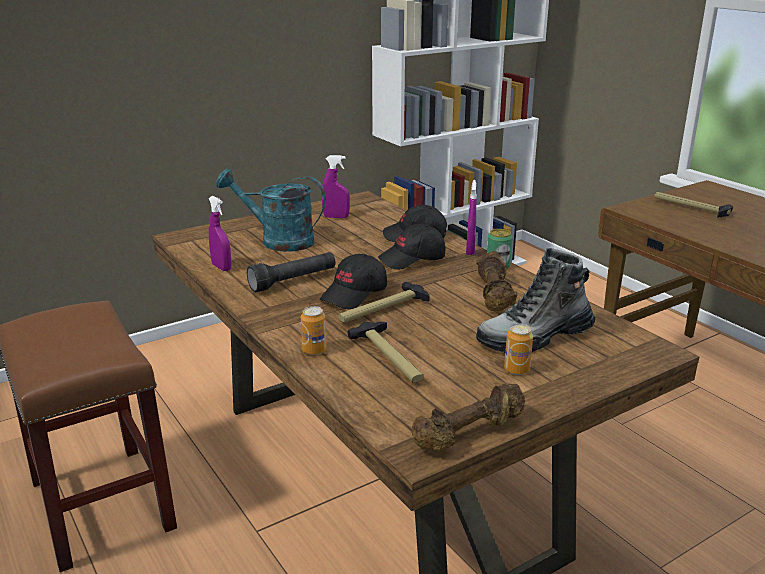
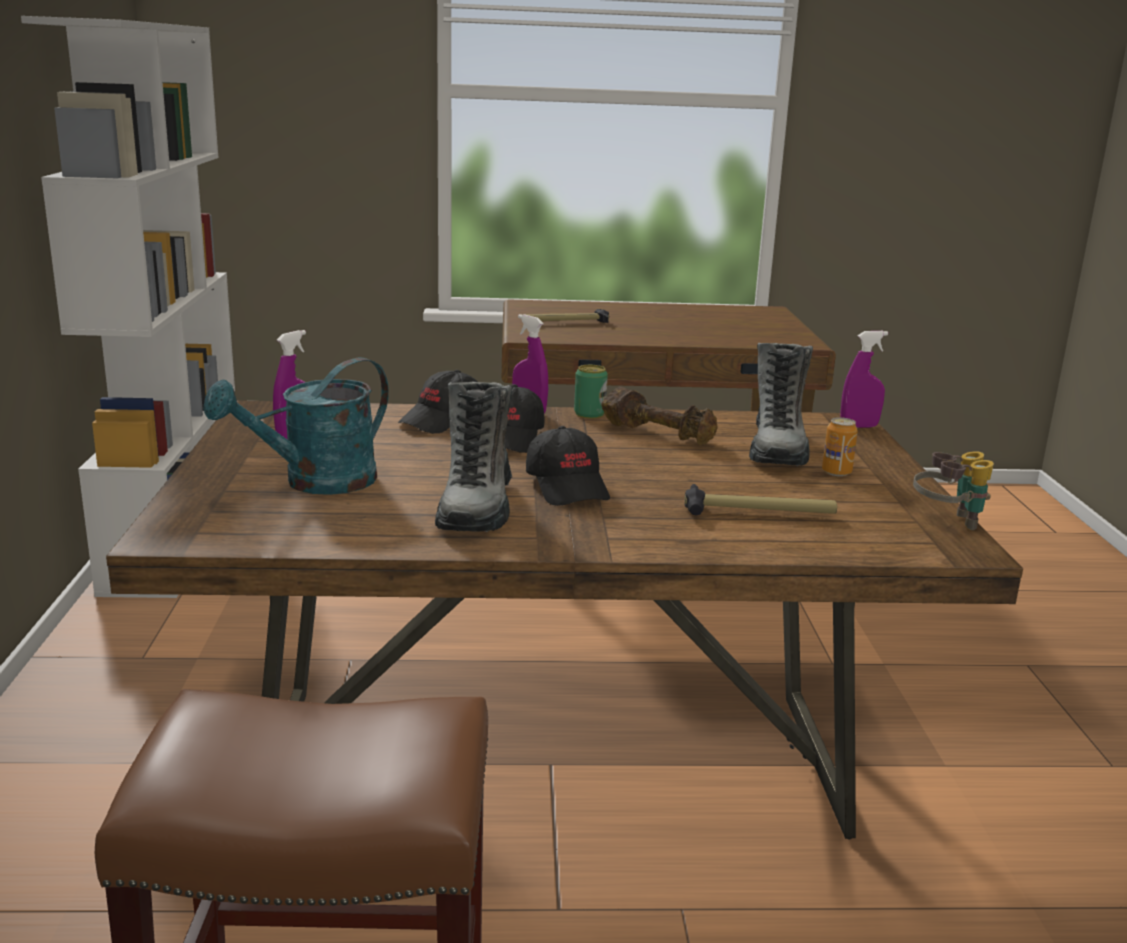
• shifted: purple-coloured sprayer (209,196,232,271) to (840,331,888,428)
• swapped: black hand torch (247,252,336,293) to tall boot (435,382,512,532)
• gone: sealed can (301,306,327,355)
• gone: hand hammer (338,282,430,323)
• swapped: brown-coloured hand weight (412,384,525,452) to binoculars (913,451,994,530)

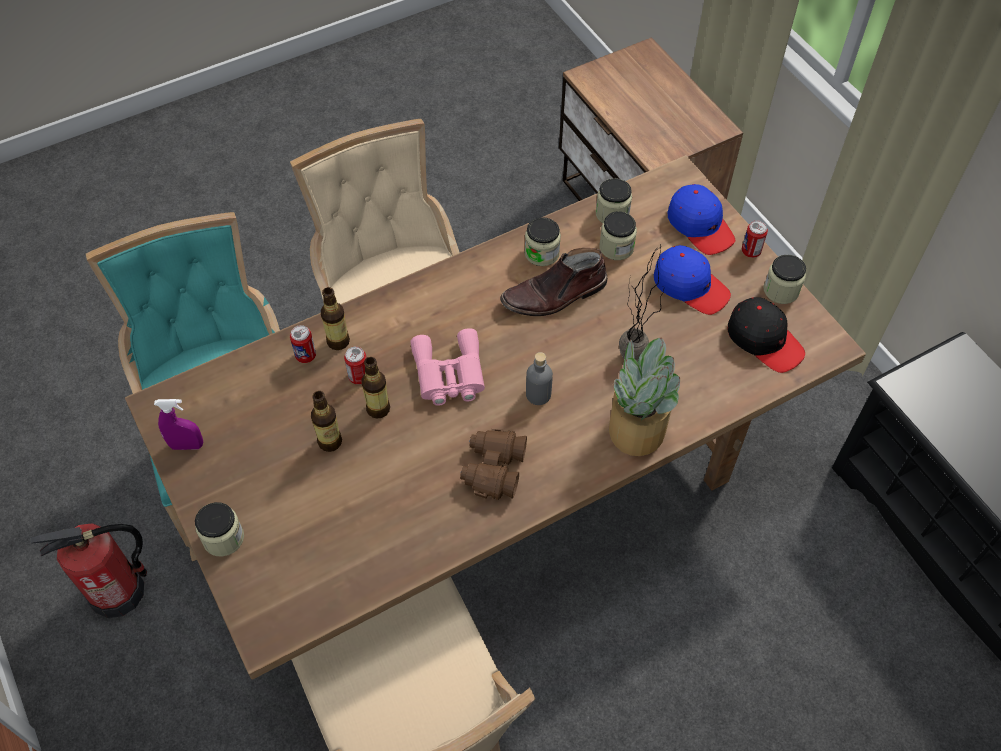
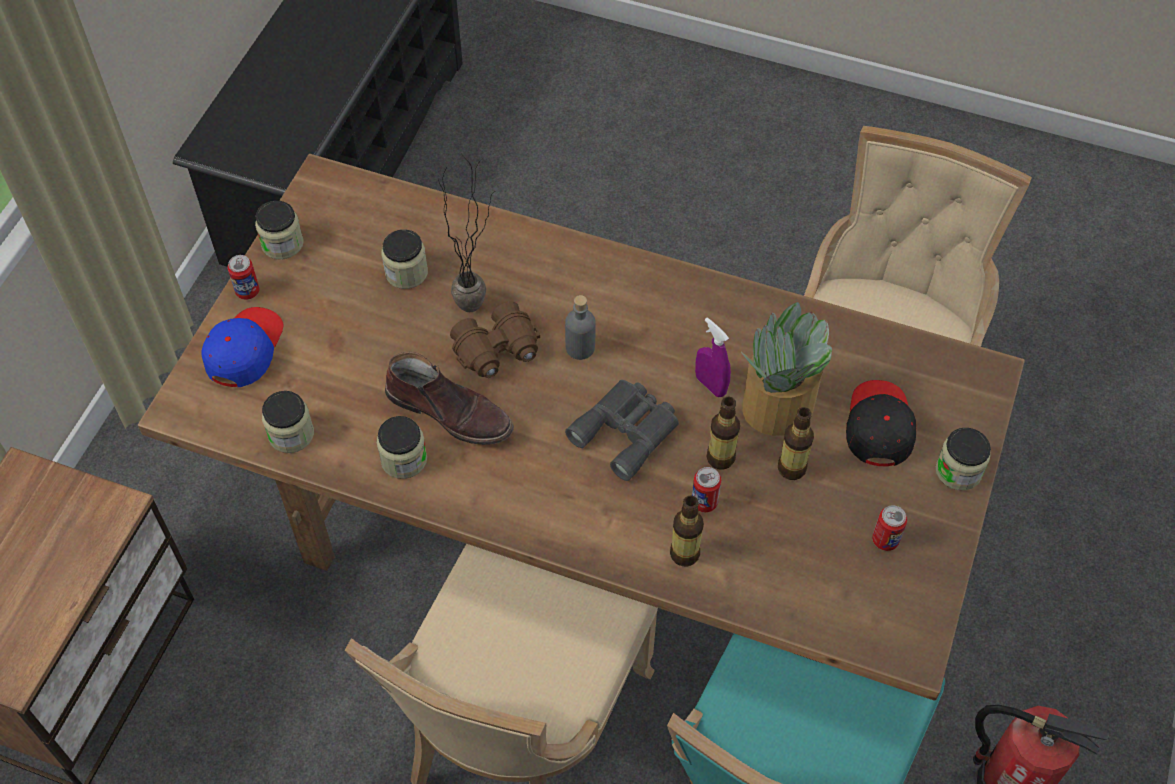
• shifted: purple-coloured sprayer (154,399,203,450) to (695,317,731,397)
• shifted: sealed can (290,325,316,363) to (872,505,907,551)
• repainted: pinkish binoculars (411,328,485,406) to grey binoculars (565,380,679,481)
• shifted: brown-coloured binoculars (460,429,527,500) to (450,301,540,378)
• shifted: storage jar (599,211,637,260) to (381,229,428,289)
• shifted: plant in a pot (609,337,680,456) to (741,302,832,436)
• gone: blue cap (654,245,731,315)
• shifted: black cap (728,297,805,373) to (846,380,916,466)

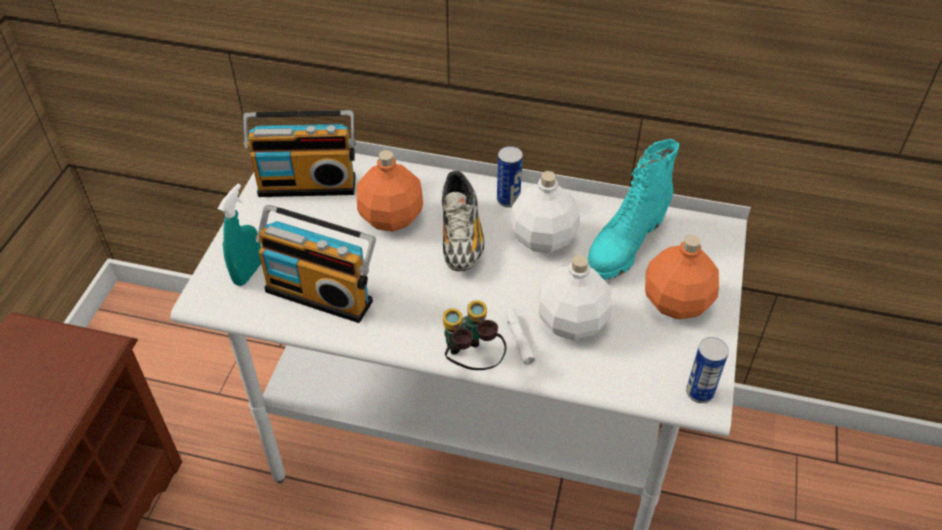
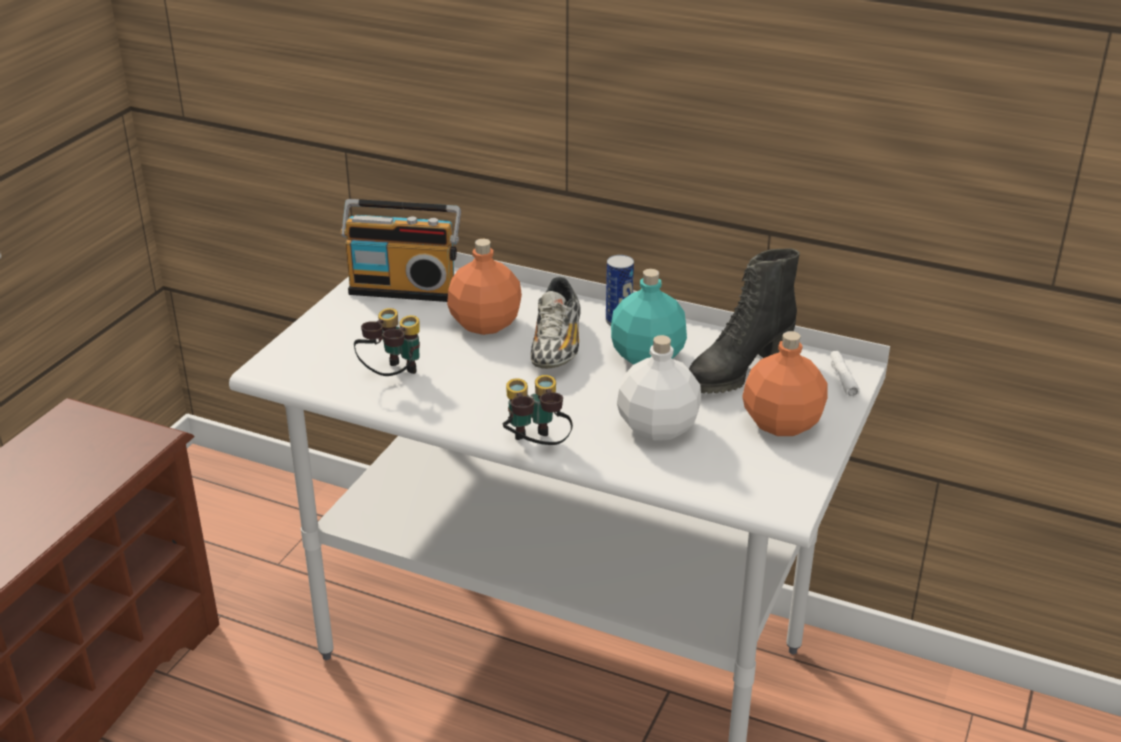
• gone: turquoise-coloured sprayer (218,184,261,286)
• swapped: radio set (256,205,376,323) to binoculars (354,308,420,376)
• shifted: whitish hand torch (506,308,536,365) to (830,351,860,398)
• repainted: whitish bottle (510,171,580,253) to turquoise-coloured bottle (611,269,687,365)
• repainted: turquoise-coloured tall boot (588,139,679,280) to black tall boot (689,248,800,394)
• gone: sealed can (686,337,729,403)

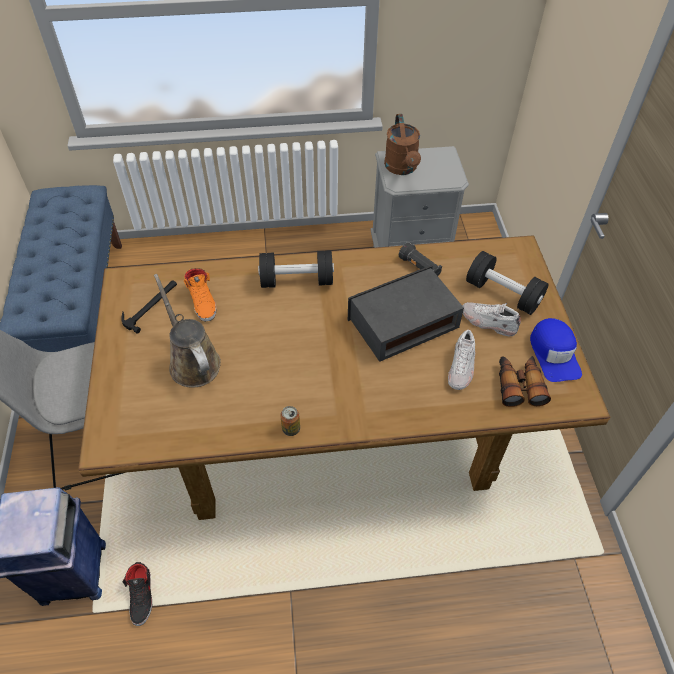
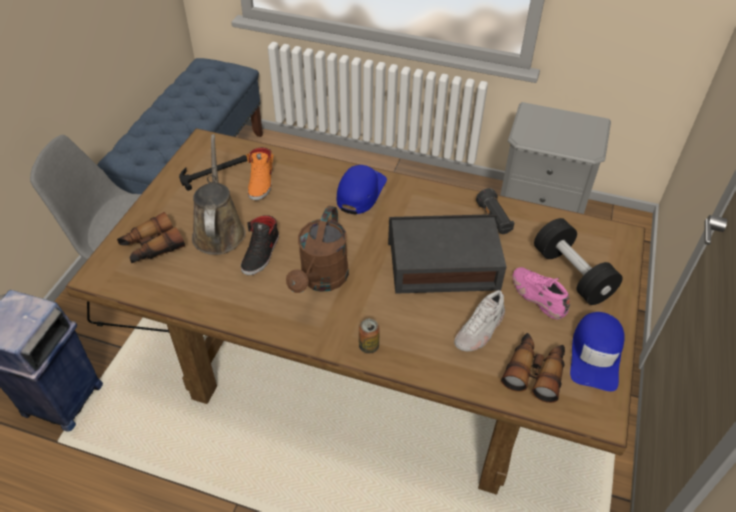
• shifted: black shoe (123,562,152,626) to (241,216,279,275)
• swapped: black hand weight (258,250,334,288) to blue cap (337,165,387,214)
• shifted: sealed can (280,406,300,436) to (359,319,380,354)
• shifted: brown-coloured watering pot (384,114,421,175) to (286,206,349,293)
• repainted: whitish shoe (463,302,521,336) to pinkish shoe (513,267,570,320)
• new: binoculars (117,212,185,263)

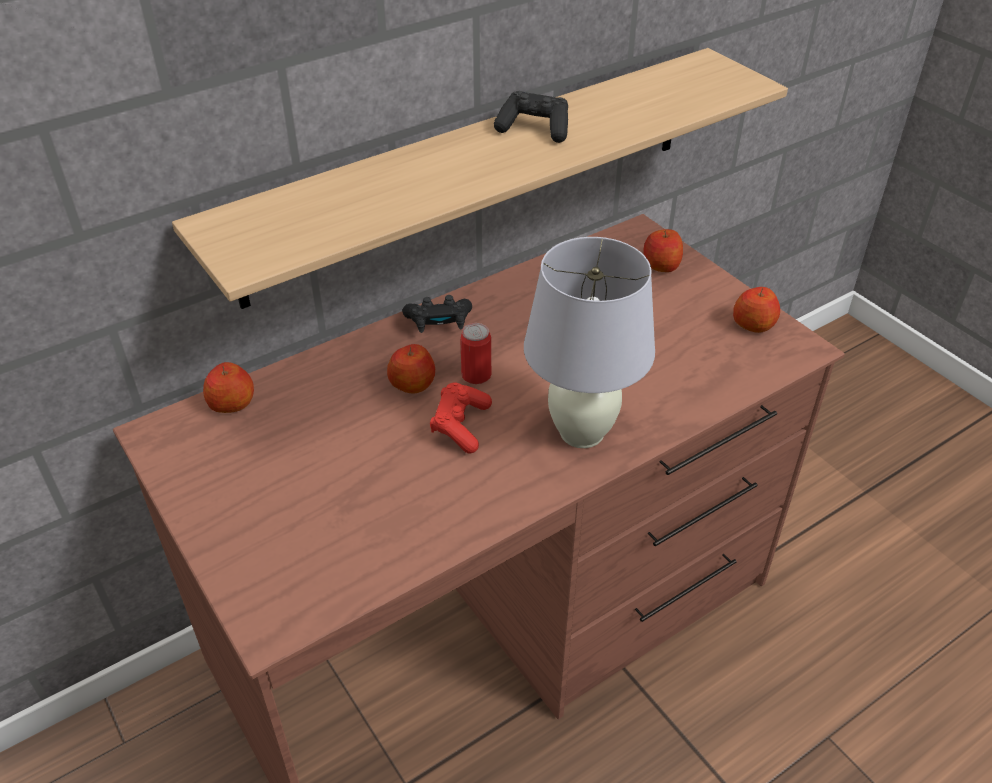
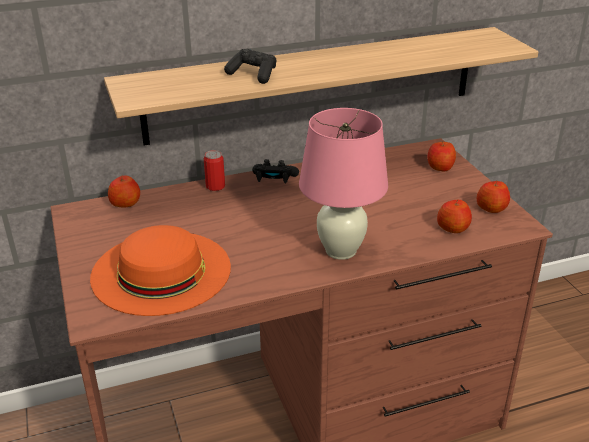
• shifted: whole apple (387,344,435,393) to (437,199,472,233)
• gone: red joypad (430,383,492,454)
• shifted: sealed can (460,323,491,384) to (204,150,225,191)
• shifted: black joypad (494,91,568,143) to (224,49,276,84)
• repainted: whitish tabletop lamp (524,237,655,448) to pinkish tabletop lamp (299,108,388,260)
• new: orangey wearable hat (90,225,231,316)

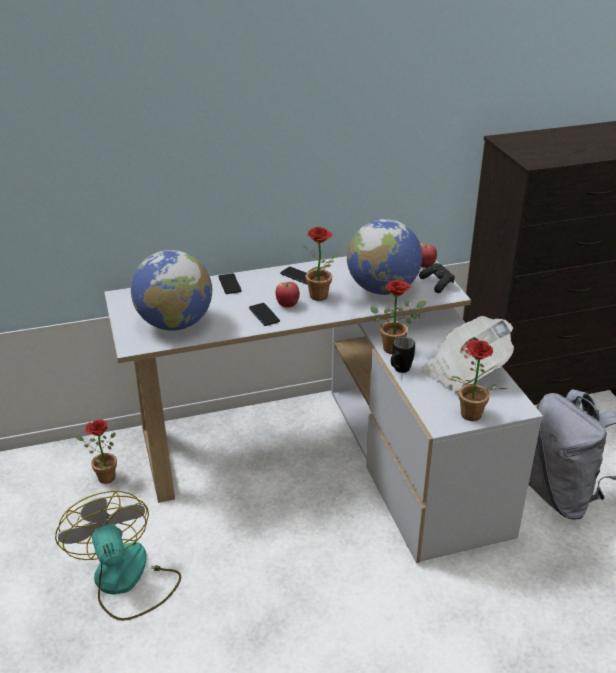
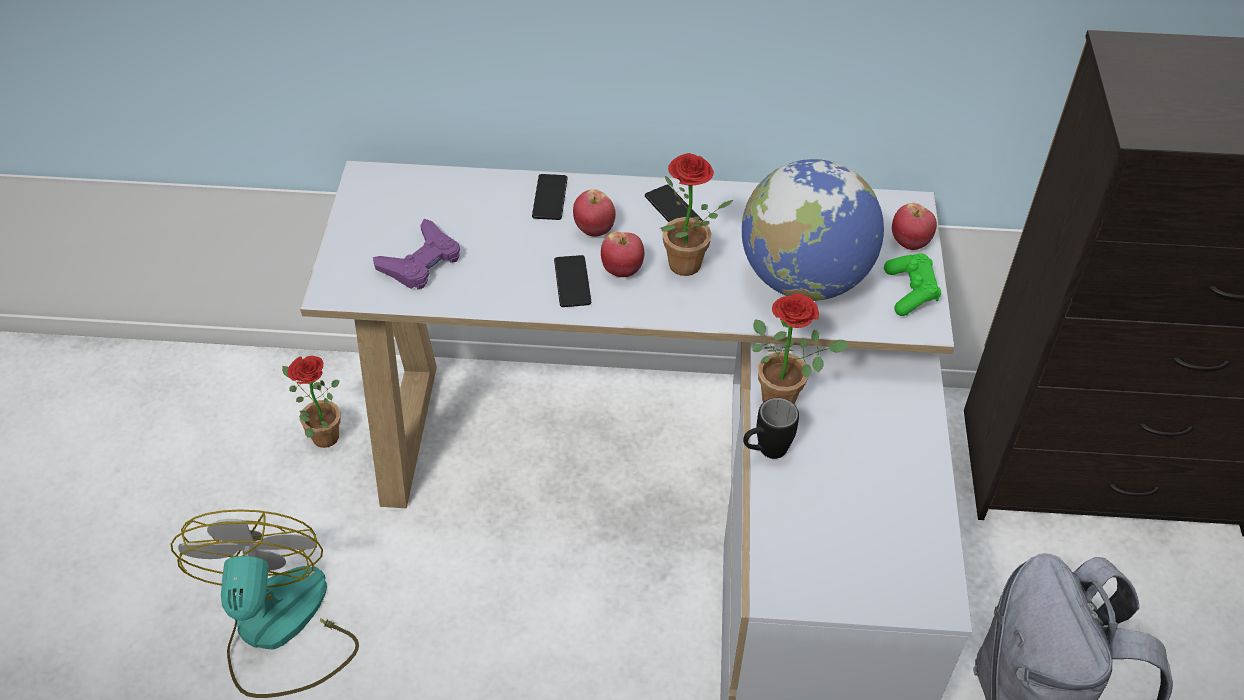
• swapped: globe (131,250,212,331) to purple-coloured joypad (373,219,460,290)
• repainted: black joypad (419,263,455,293) to greenish joypad (884,253,941,316)
• gone: daily paper (421,316,514,391)
• gone: plant in a pot (448,340,507,421)
• new: whole apple (573,190,616,237)

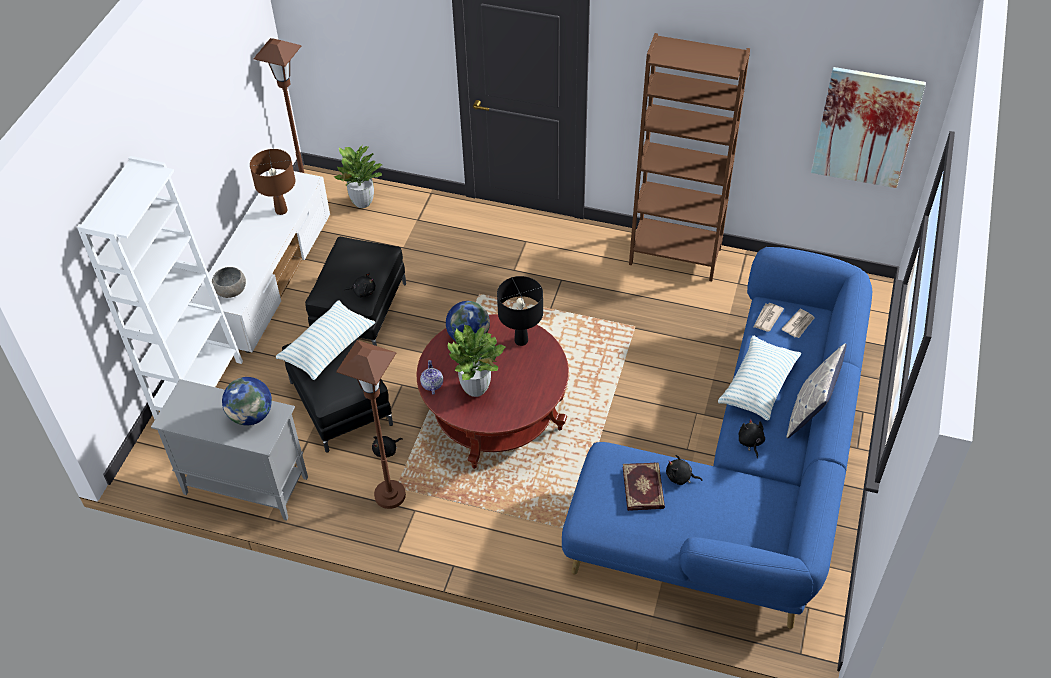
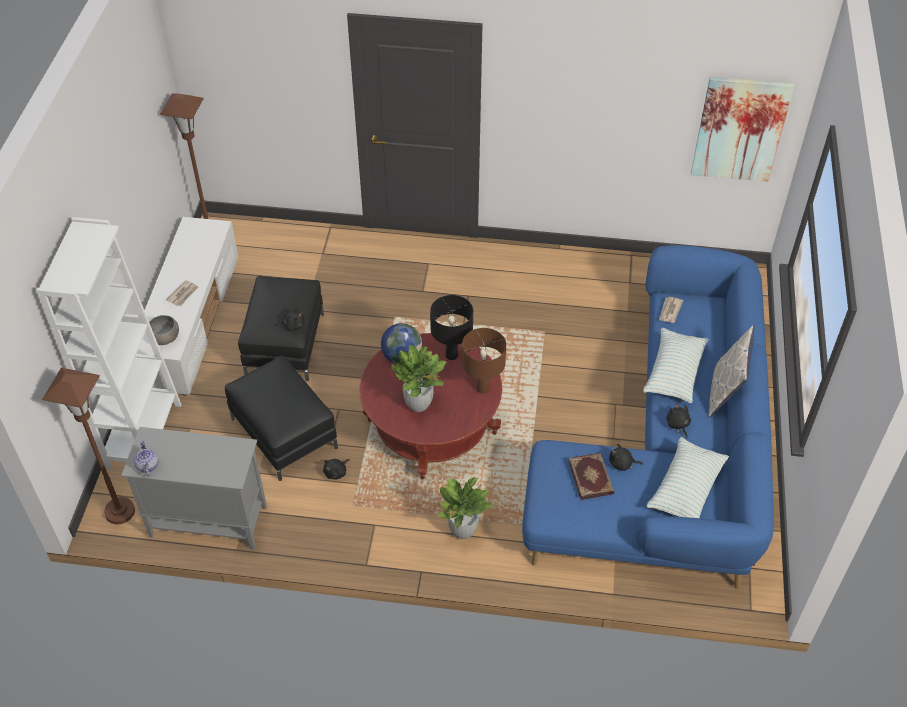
• gone: globe (222,377,272,425)
• shifted: brown-coloured tabletop lamp (250,149,295,215) to (462,328,506,394)
• shifted: cushion (276,300,376,380) to (646,437,729,518)
• shifted: plant in a pot (333,146,382,208) to (437,477,494,539)
• shifted: brown-coloured standard lamp (336,340,406,509) to (42,368,135,524)
• shifted: teapot (420,360,443,394) to (134,441,158,476)
• gone: brown-coloured shelving unit (629,33,750,281)
• shifted: daily paper (781,309,815,338) to (166,280,199,306)

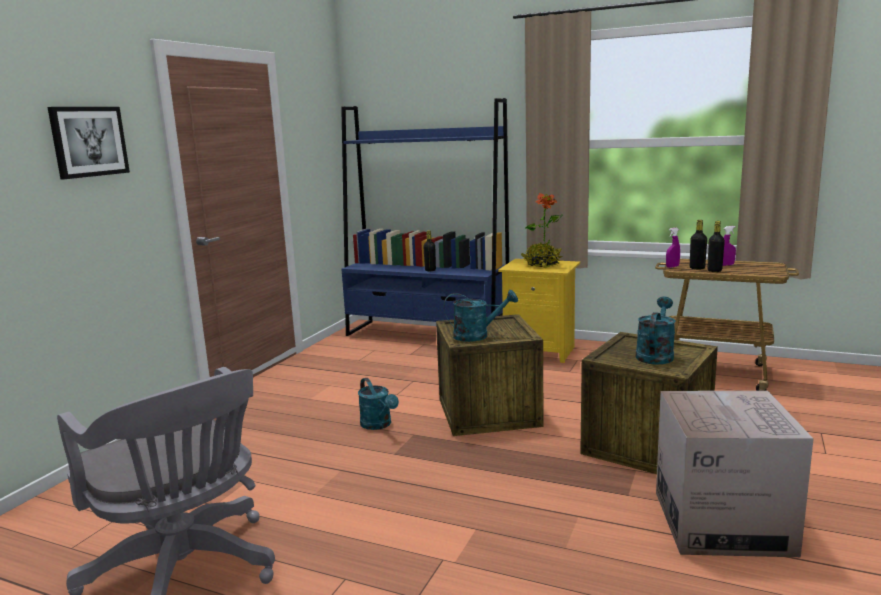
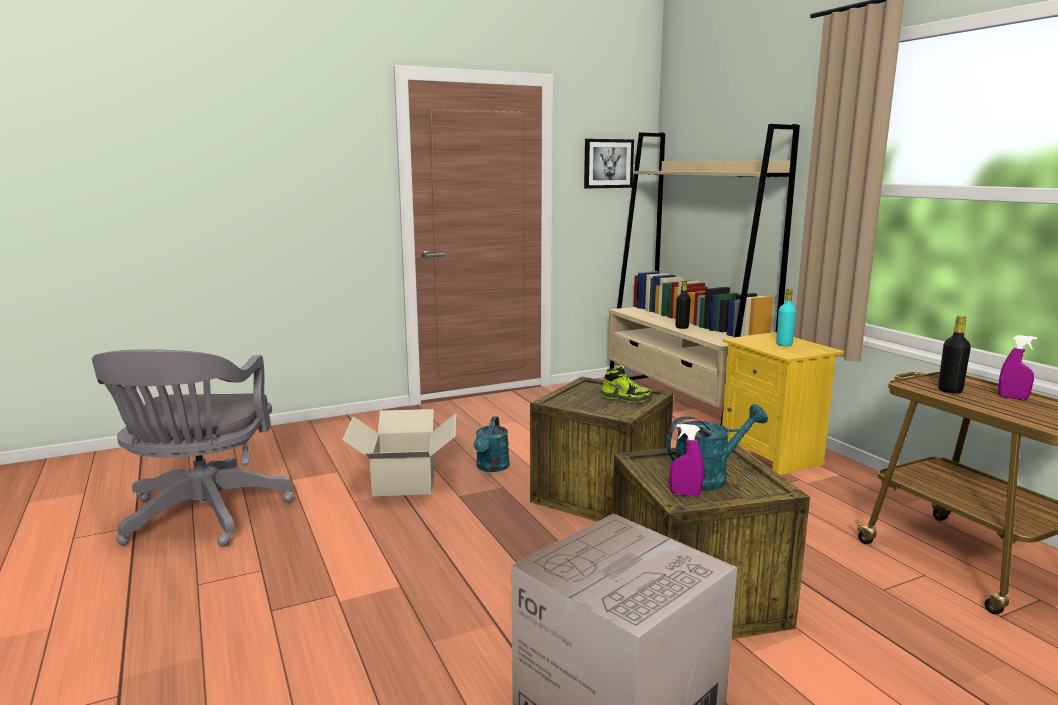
• shifted: wall picture (48,107,130,179) to (584,139,634,188)
• repainted: blue shelving unit (341,98,509,336) to sand-coloured shelving unit (608,124,800,425)
• gone: turquoise-coloured watering pot (444,290,518,342)
• swapped: plant in a pot (521,193,563,268) to turquoise-coloured bottle (776,288,796,346)
• shifted: purple-coloured sprayer (666,228,680,268) to (670,424,704,496)
• gone: black bottle (707,221,725,272)
• new: cardboard box (342,409,456,496)
• new: shoe (601,365,653,402)

